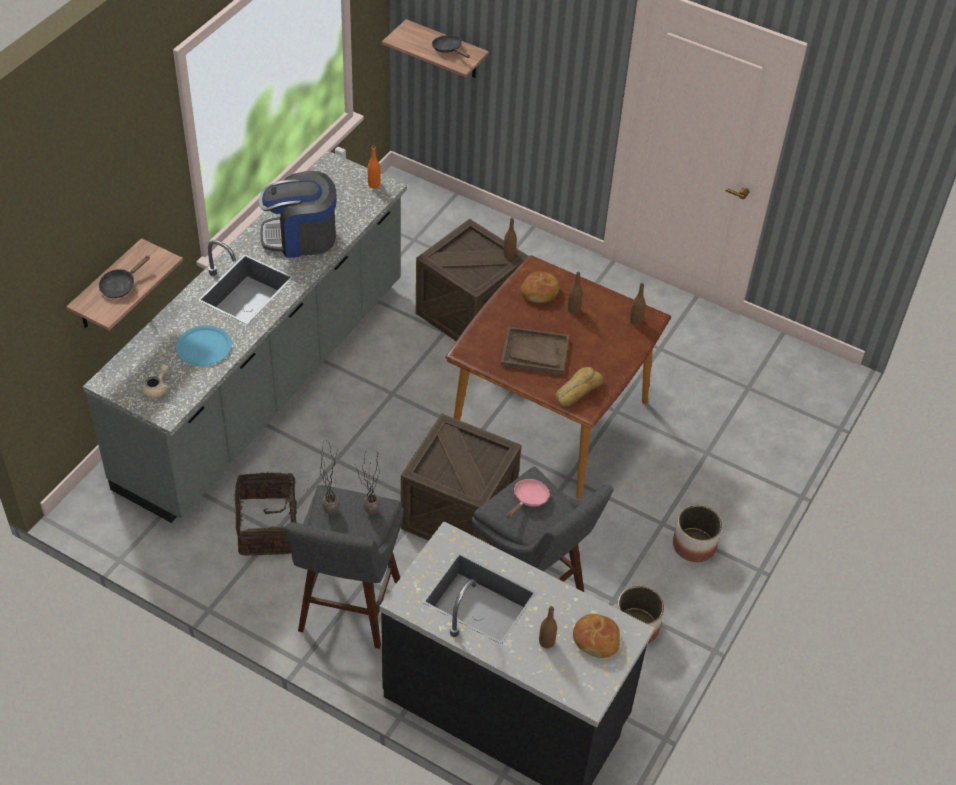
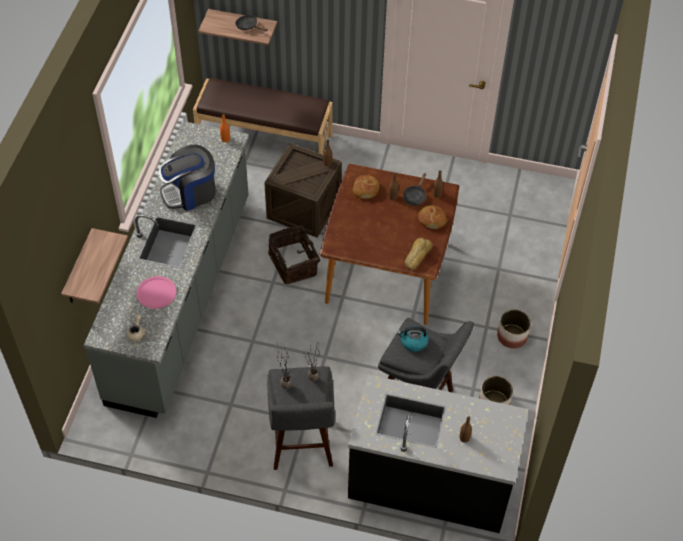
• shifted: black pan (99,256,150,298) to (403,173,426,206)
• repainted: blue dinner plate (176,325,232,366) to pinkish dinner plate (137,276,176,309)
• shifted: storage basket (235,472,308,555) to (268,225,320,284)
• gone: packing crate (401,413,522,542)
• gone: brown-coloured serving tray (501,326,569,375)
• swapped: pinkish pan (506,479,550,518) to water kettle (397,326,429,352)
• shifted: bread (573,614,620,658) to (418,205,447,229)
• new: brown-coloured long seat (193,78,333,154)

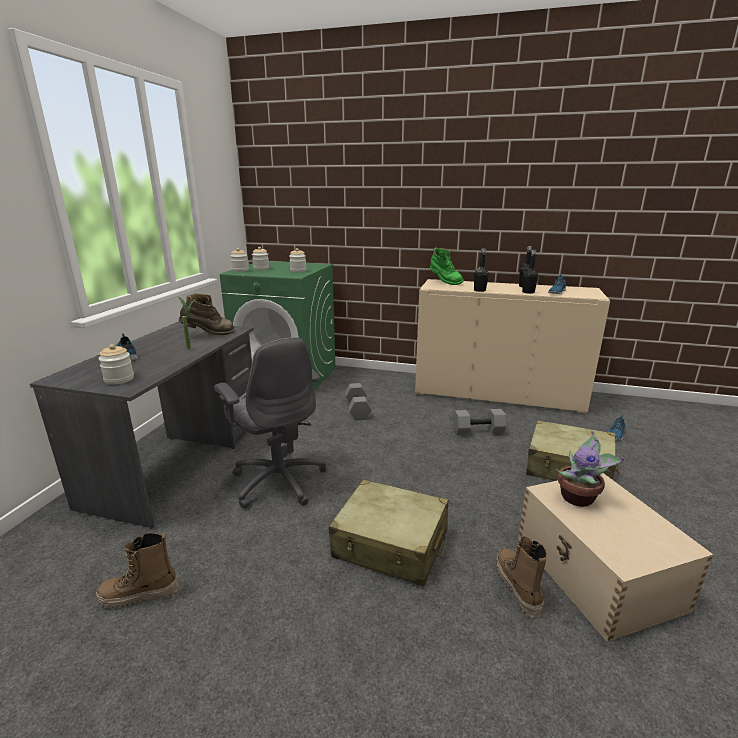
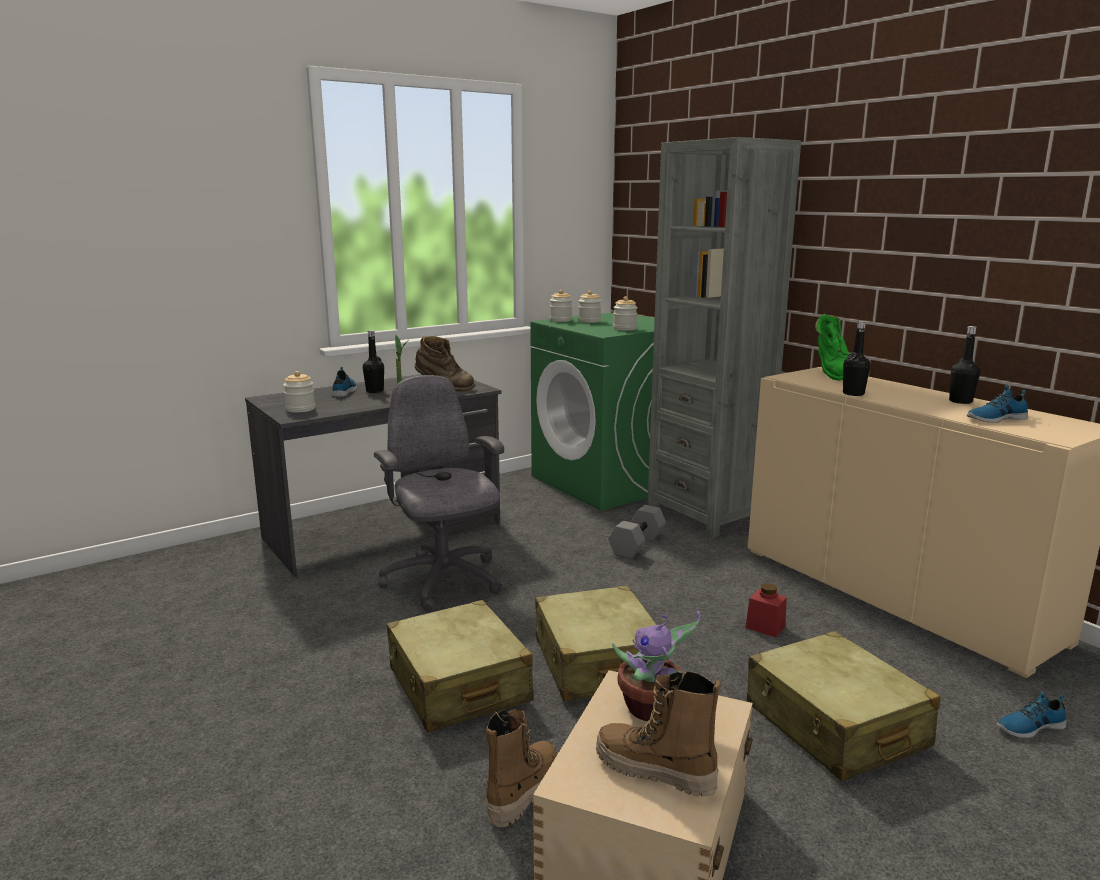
• shifted: tall boot (96,533,179,609) to (596,671,721,797)
• rotated: grey desk chair (214,337,326,509) = (374,375,504,612) 150 degrees clockwise
• swapped: grey hand weight (453,409,507,435) to red storage jar (746,583,787,637)
• shifted: black bottle (522,250,538,294) to (363,330,384,393)
• new: sand-coloured piece of luggage (535,585,668,701)
• new: grey shelving unit (648,137,801,538)

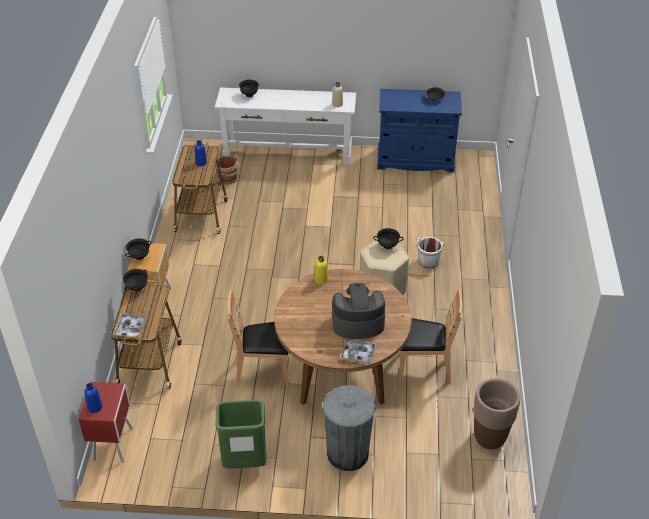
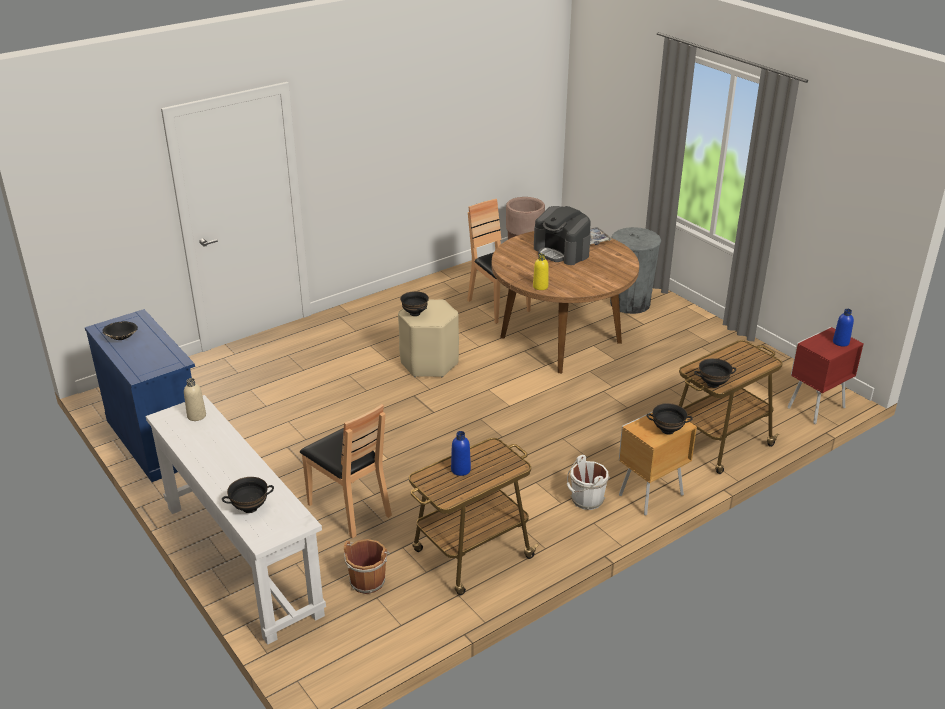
• gone: serving tray (113,314,147,338)
• gone: greenish waste bin (216,400,266,469)
• shifted: brown-coloured plain chair (227,290,289,386) to (300,404,392,538)
• shifted: whitish water bucket (417,237,445,269) to (567,455,610,510)

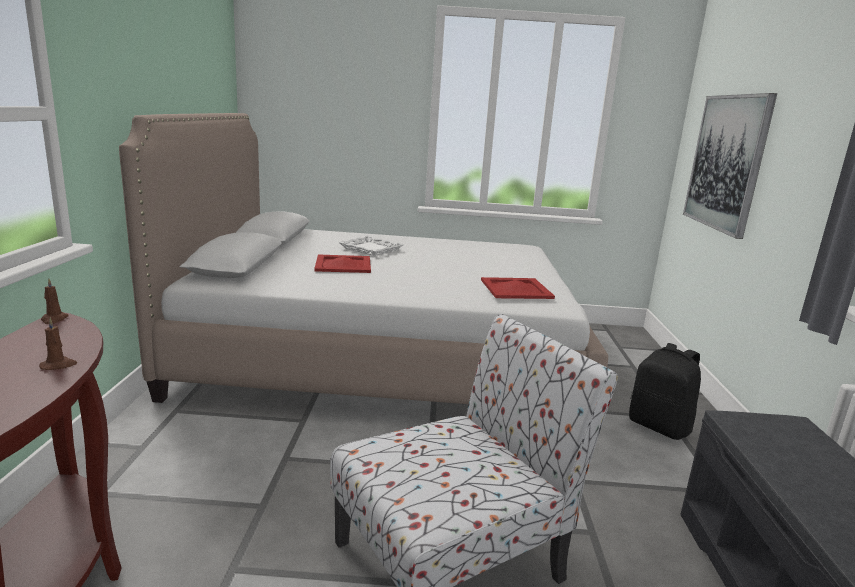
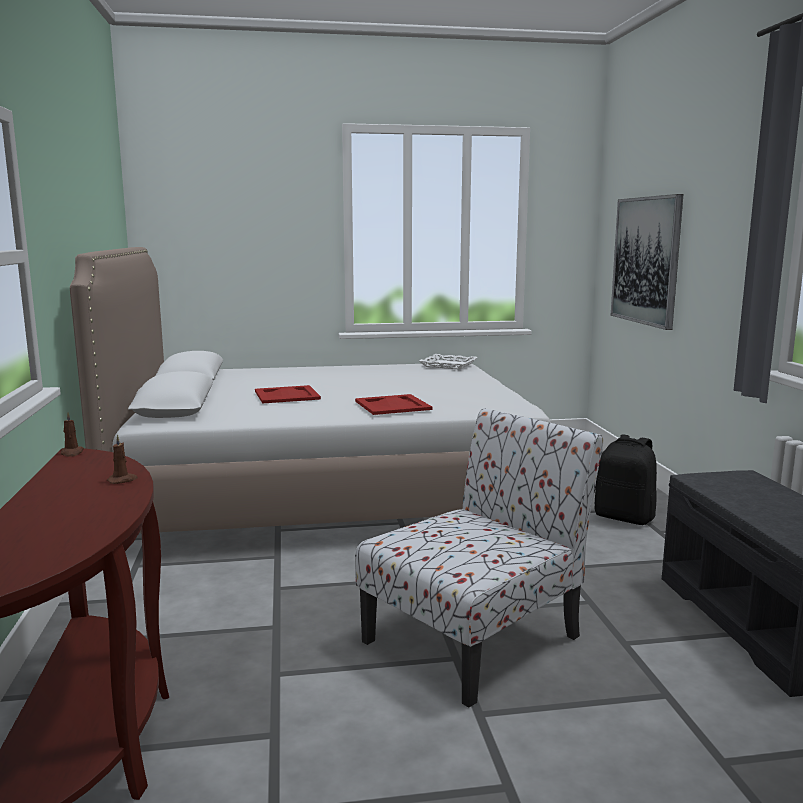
• shifted: whitish serving tray (339,235,404,256) to (419,354,478,370)
• shifted: red serving tray (481,277,555,299) to (355,394,432,415)

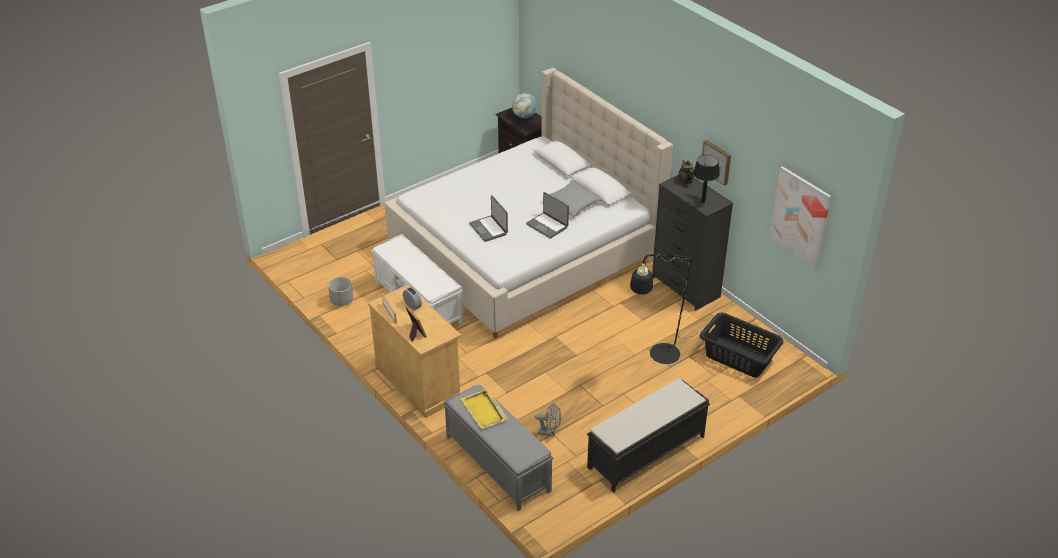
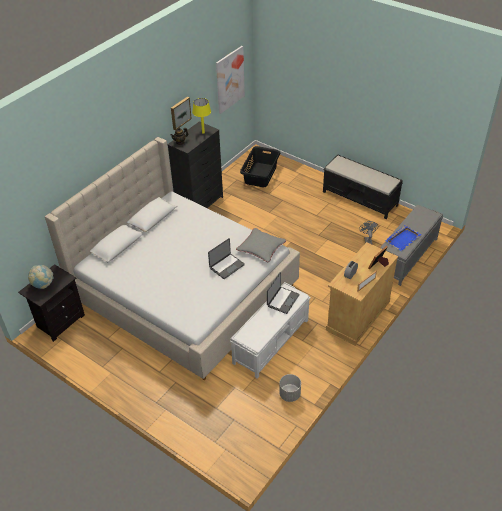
• repainted: yellow serving tray (460,389,508,429) to blue serving tray (385,225,421,251)
• shifted: notebook computer (526,192,569,239) to (267,272,300,314)
• shifted: grey cushion (549,180,602,217) to (236,228,286,262)
• gone: black standard lamp (630,254,705,364)
• repainted: black tabletop lamp (693,155,720,203) to yellow tabletop lamp (192,98,211,133)

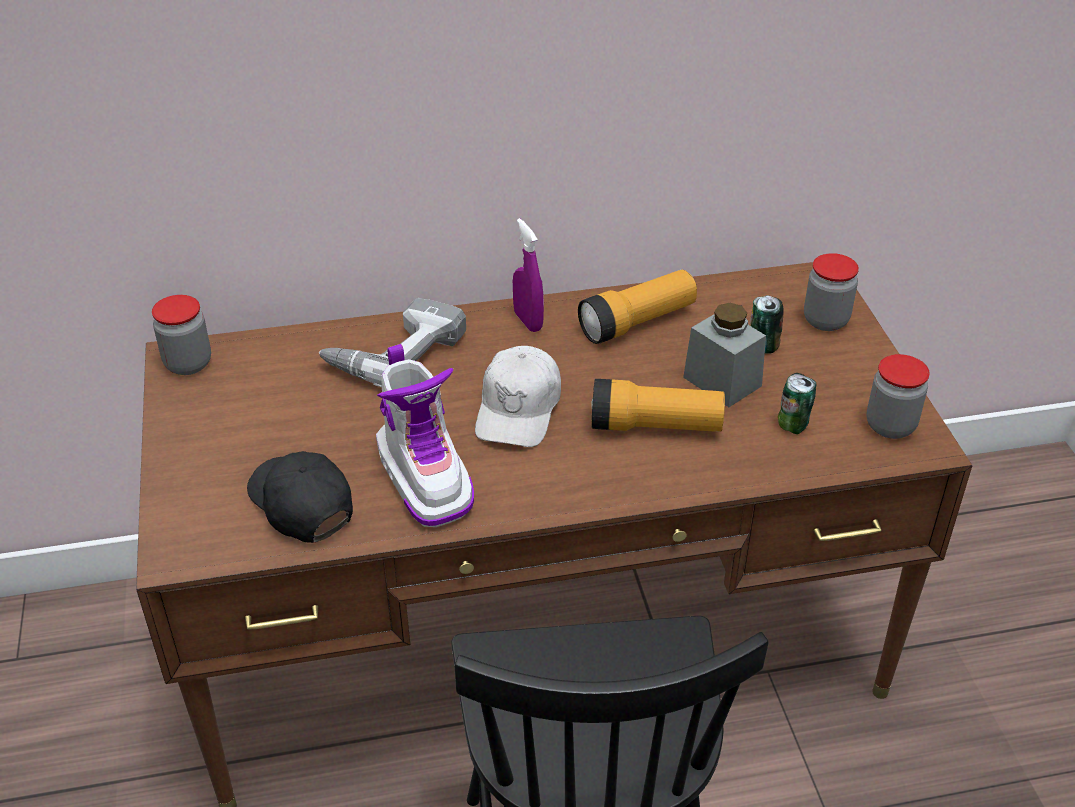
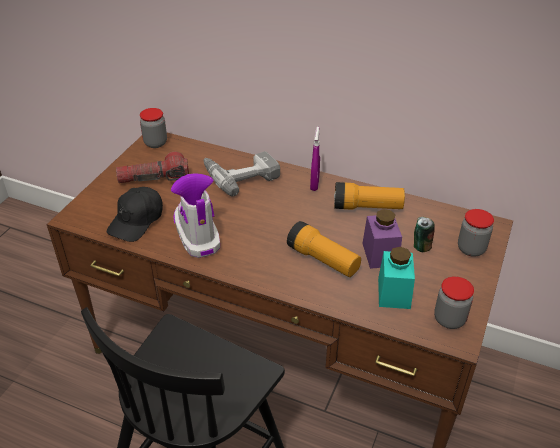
• rotated: black cap (247,451,353,543) = (107,187,163,242) 150 degrees counterclockwise
• rotated: tall boot (376,344,474,527) = (171,173,220,258) 150 degrees clockwise
• gone: whitish cap (475,346,561,447)
• repainted: grey storage jar (683,303,766,407) to purple-coloured storage jar (362,209,402,269)
• swapped: sealed can (778,373,816,434) to turquoise-coloured storage jar (378,247,415,309)
• new: hand torch (116,152,189,183)

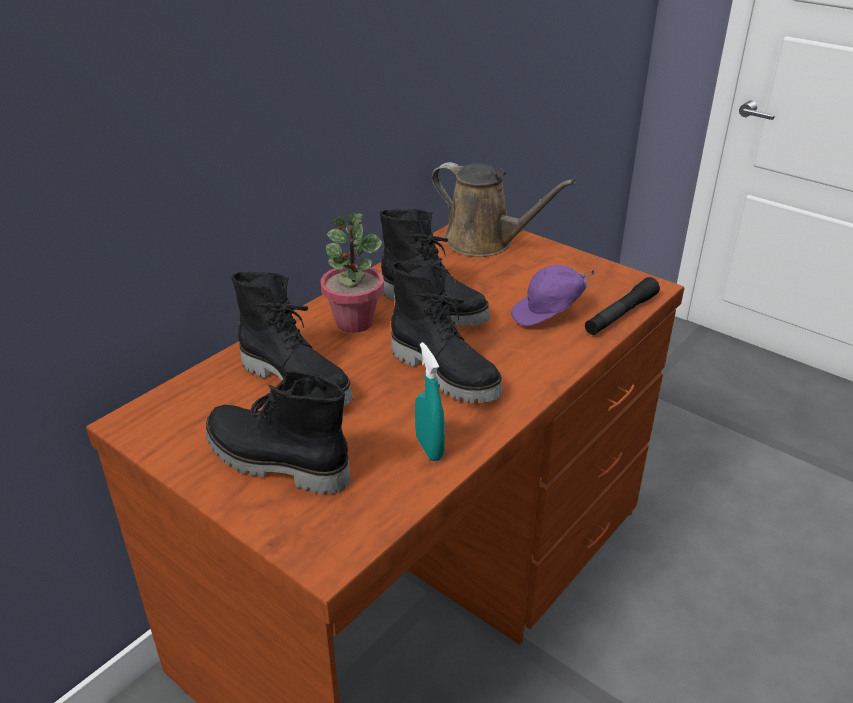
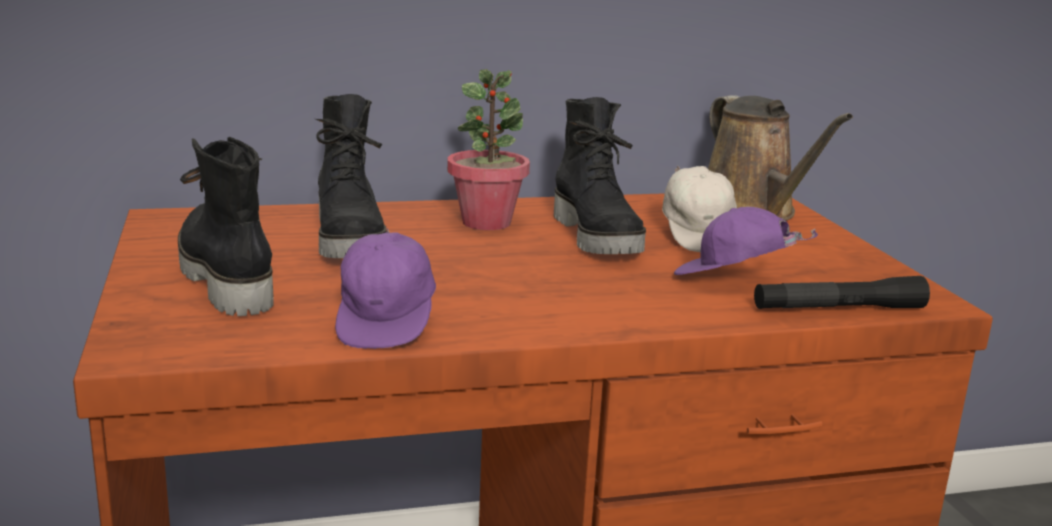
• gone: black tall boot (391,262,503,403)
• swapped: turquoise-coloured sprayer (415,342,445,461) to purple-coloured cap (335,228,436,349)
• new: whitish cap (662,166,737,252)

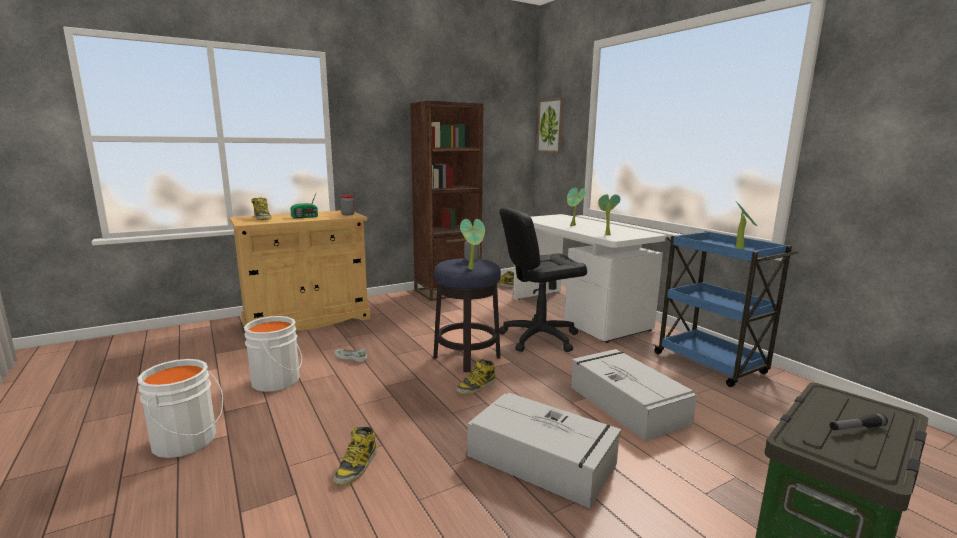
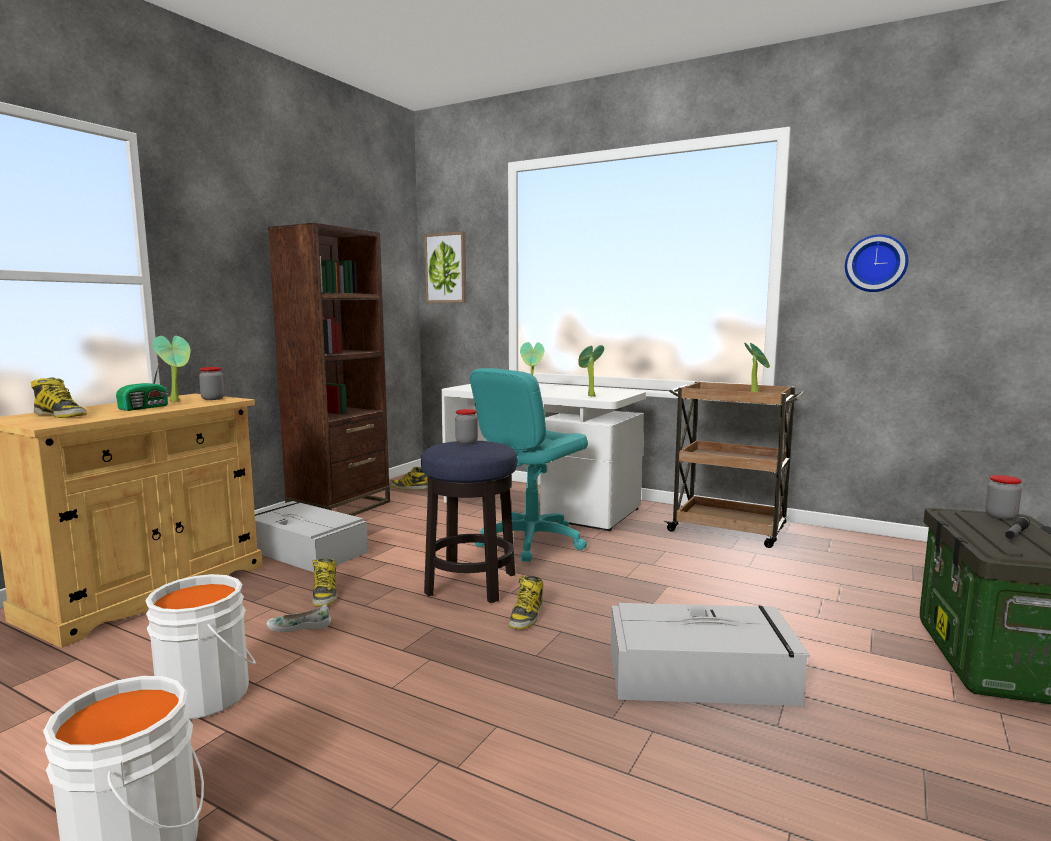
• shifted: tall boot (333,427,377,486) to (312,559,337,607)
• shifted: plant in a pot (460,219,485,270) to (153,336,191,402)
• repainted: black desk chair (499,207,587,352) to turquoise-coloured desk chair (469,368,588,562)
• shifted: grey storage container (571,349,697,441) to (255,501,368,572)
• repainted: blue cart (653,231,799,387) to brown-coloured cart (664,381,805,548)
• new: wall clock (845,235,908,292)
• new: storage jar (985,475,1022,519)

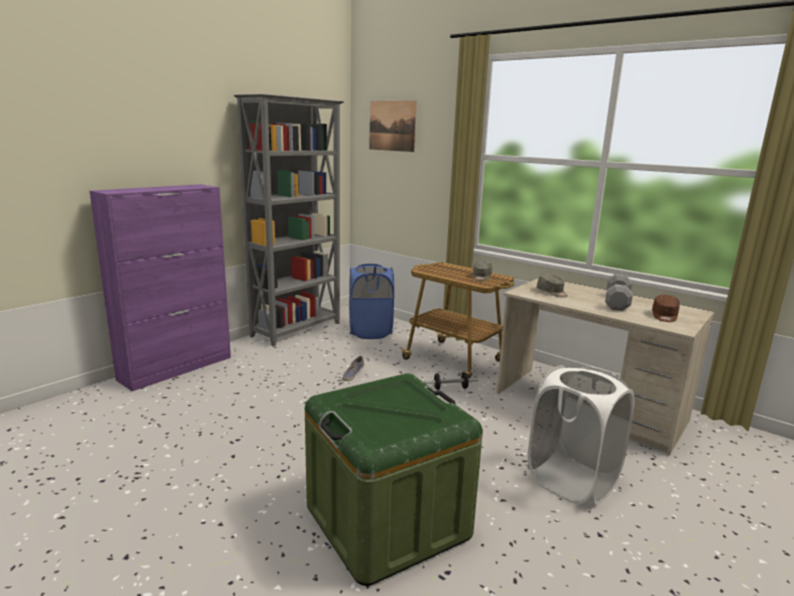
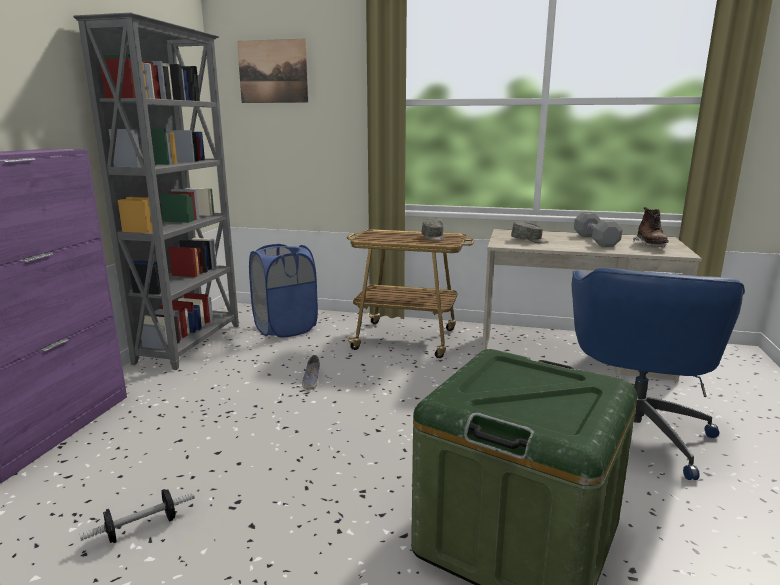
• shifted: hand weight (424,372,478,390) to (79,489,195,543)
• swapped: whitish hamper (528,365,634,505) to blue desk chair (571,268,745,480)
• swapped: brown-coloured cap (652,295,680,322) to brown-coloured tall boot (633,207,669,247)

